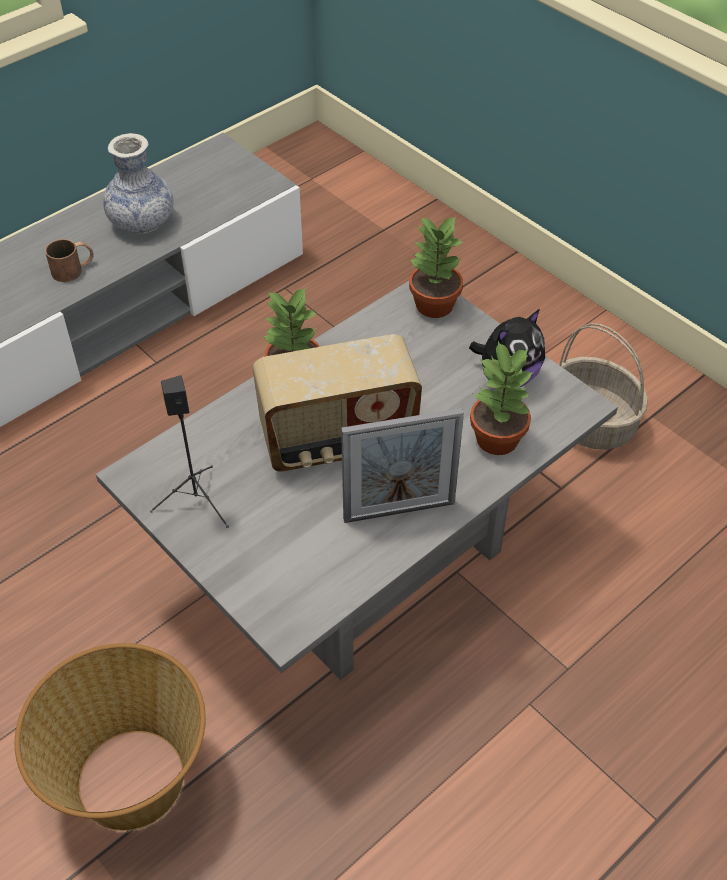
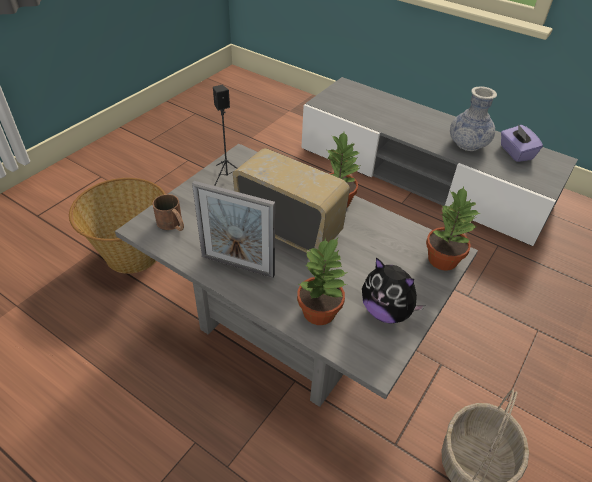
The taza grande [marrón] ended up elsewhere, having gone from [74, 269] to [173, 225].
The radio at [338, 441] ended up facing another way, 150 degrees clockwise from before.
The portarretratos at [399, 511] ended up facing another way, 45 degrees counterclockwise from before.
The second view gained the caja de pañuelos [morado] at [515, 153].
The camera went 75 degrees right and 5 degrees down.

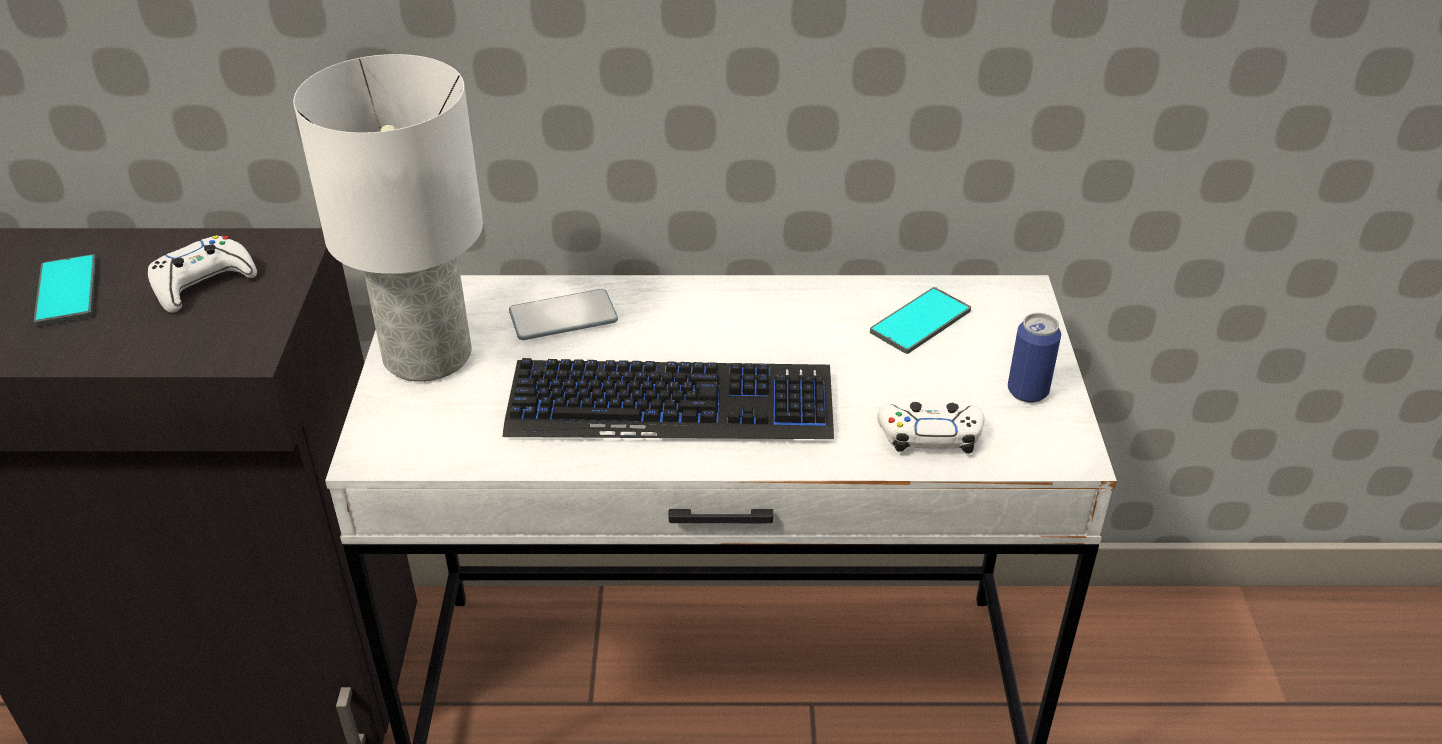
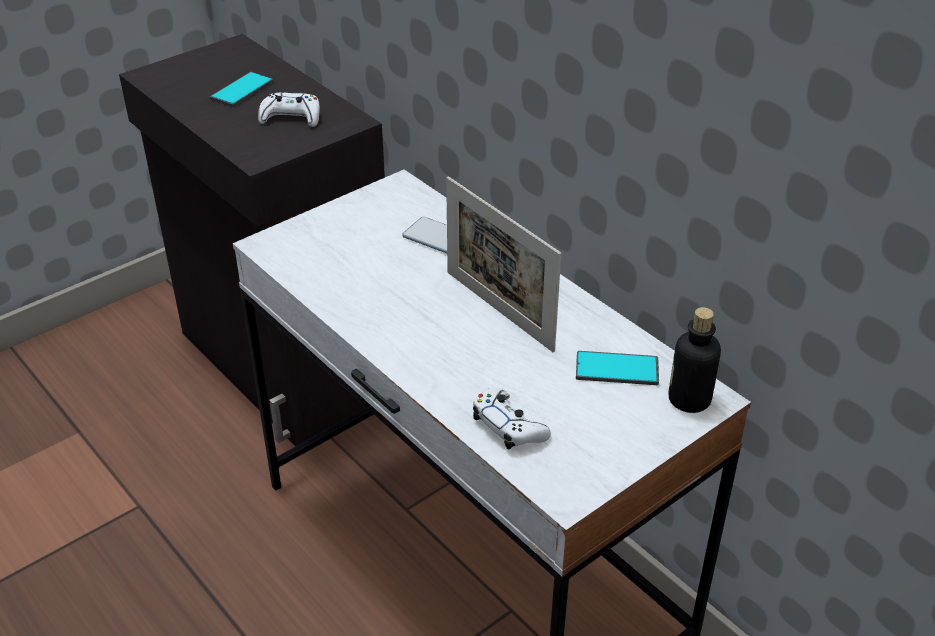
The second view lost the lámpara de mesa [blanco] at [428, 353].
The second view lost the lata at [1027, 391].
The second view lost the teclado at [671, 404].
The second view gained the portarretratos at [499, 310].
The second view gained the botella at [689, 399].
The camera went 50 degrees right and 0 degrees up.

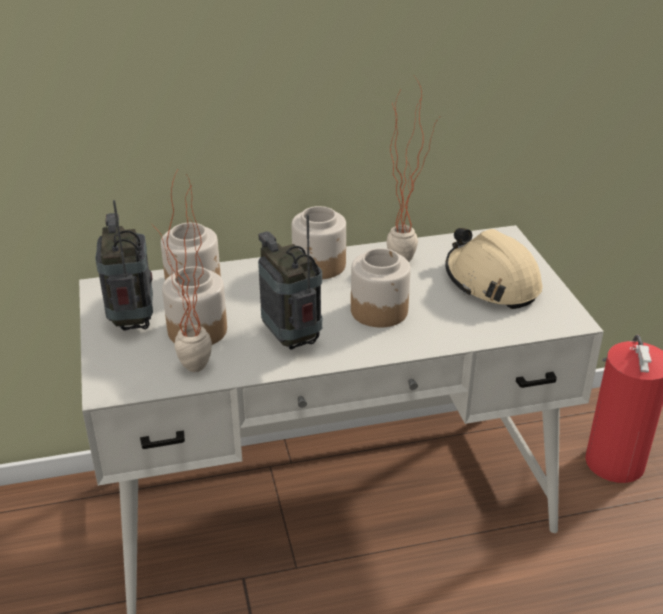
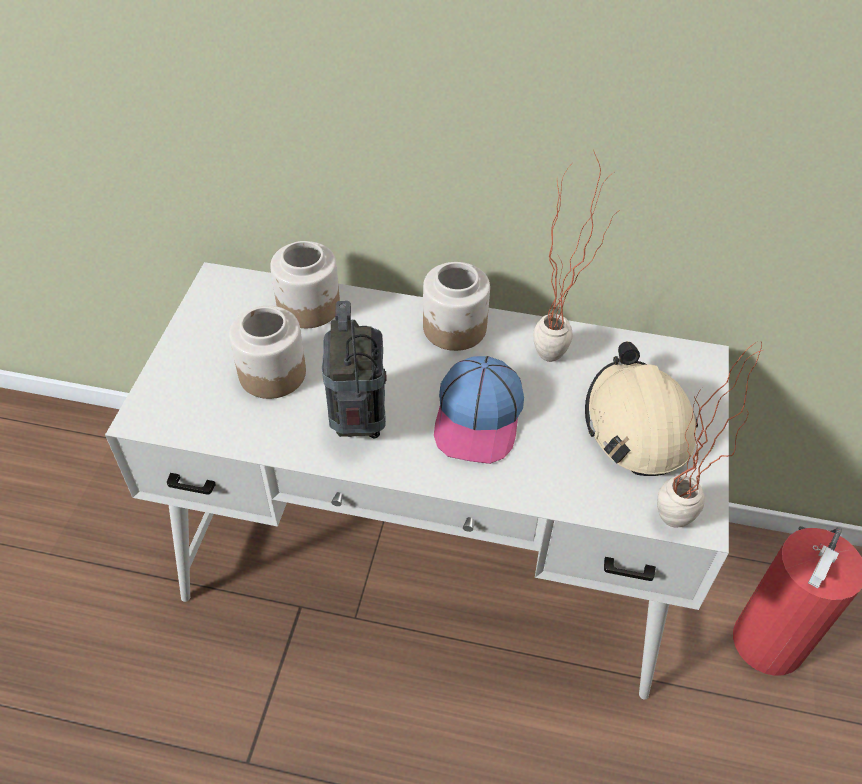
The planta en maceta ended up elsewhere, having gone from [193, 375] to [668, 529].
The second view lost the radio at [132, 321].
Where the tarro stood at [379, 310], the gorra came to stand at [478, 418].
The camera went 25 degrees right and 15 degrees up.

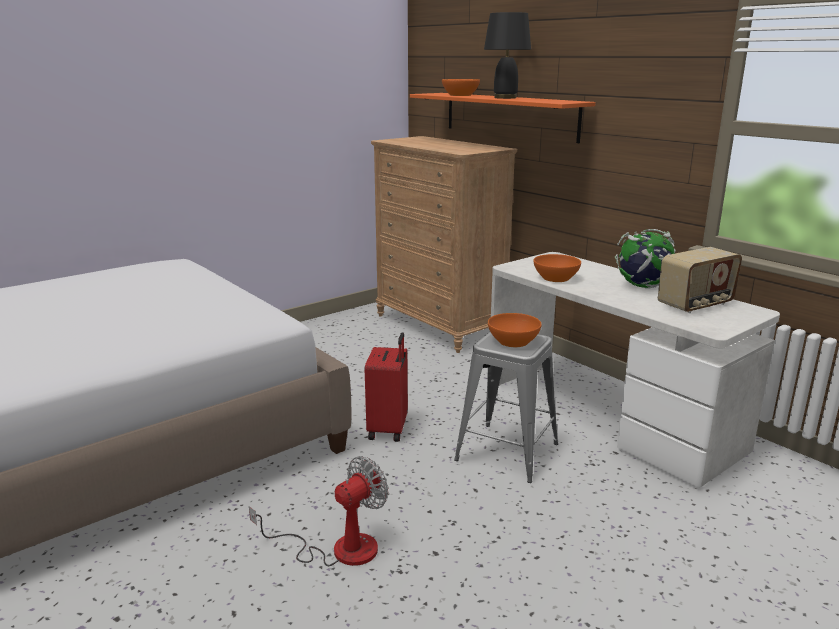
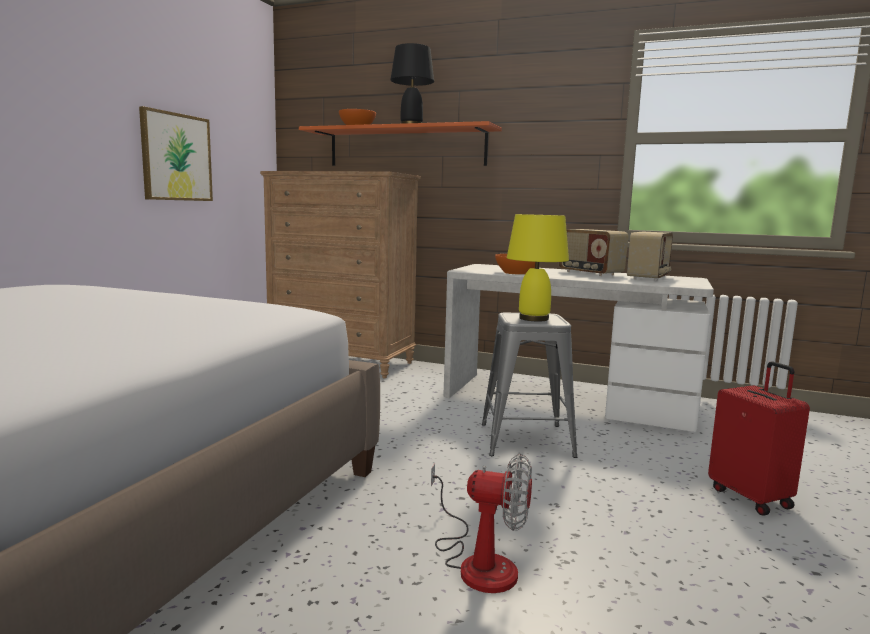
Where the globo terráqueo stood at [642, 286], the radio came to stand at [589, 273].
Where the cuenco [naranja] stood at [513, 341], the lámpara de mesa [amarillo] came to stand at [533, 318].
The maleta [rojo] ended up elsewhere, having gone from [389, 429] to [751, 497].
The ventilador at [338, 549] ended up facing another way, 90 degrees clockwise from before.
The second view gained the cuadro at [176, 157].
The camera went 30 degrees left and 10 degrees down.

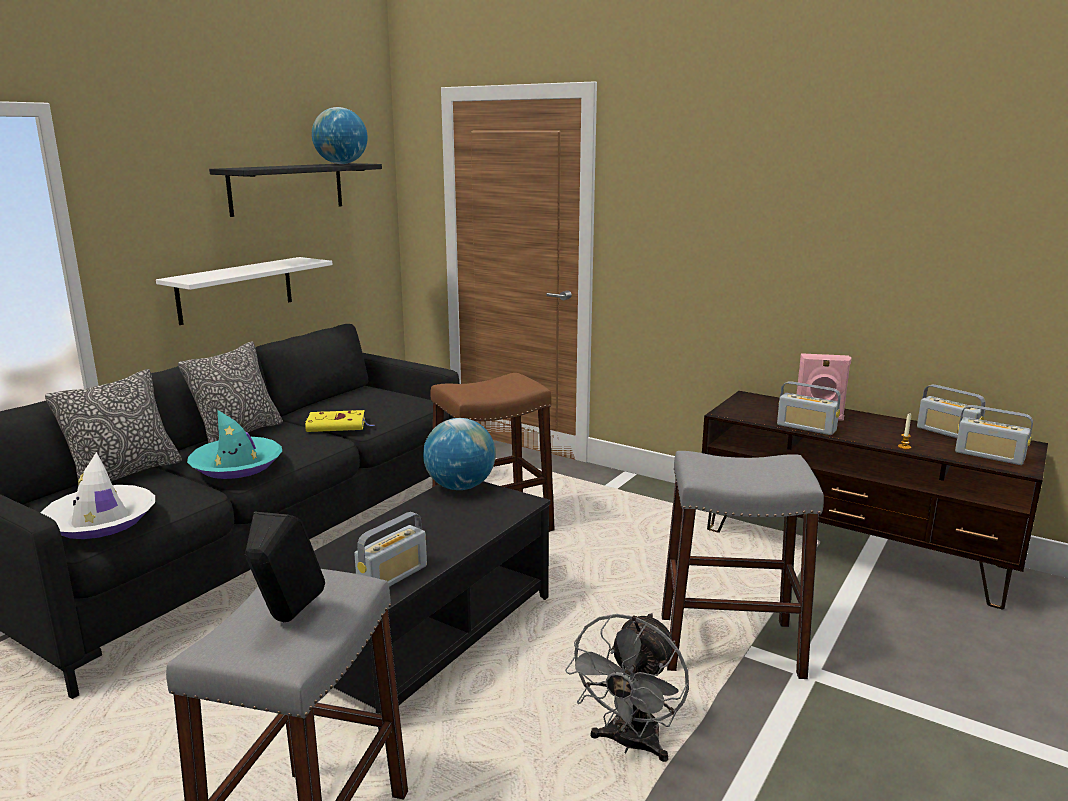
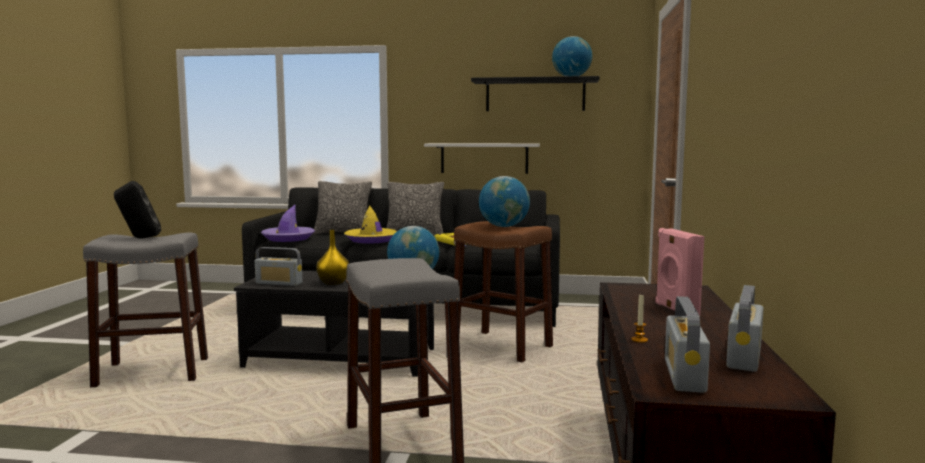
The second view lost the radio at [806, 428].
What was the sombrero [turquesa] at [237, 466] turned into the sombrero [amarillo] at [371, 240].
What was the sombrero [blanco] at [100, 521] turned into the sombrero [morado] at [288, 238].
The second view lost the ventilador [gris] at [630, 744].
The second view gained the globo terráqueo at [504, 226].
The second view gained the florero [amarillo] at [333, 283].
The camera went 65 degrees right and 10 degrees down.

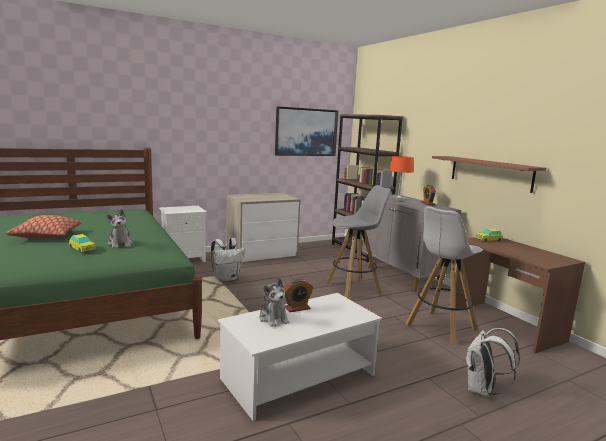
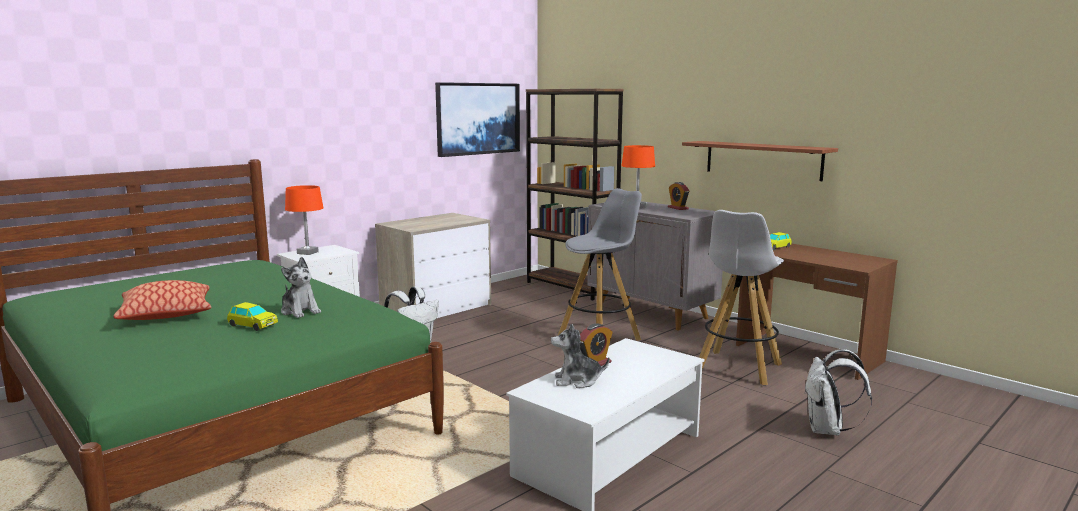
The peluche at [273, 319] ended up facing another way, 135 degrees clockwise from before.
The second view gained the lámpara de mesa [naranja] at [308, 253].
The camera went 15 degrees left and 0 degrees up.

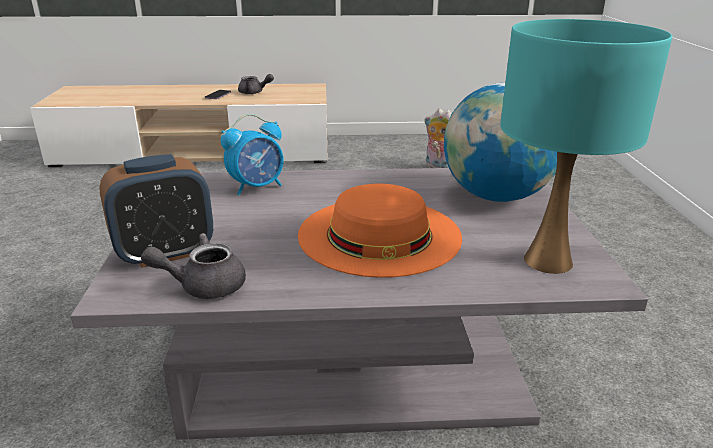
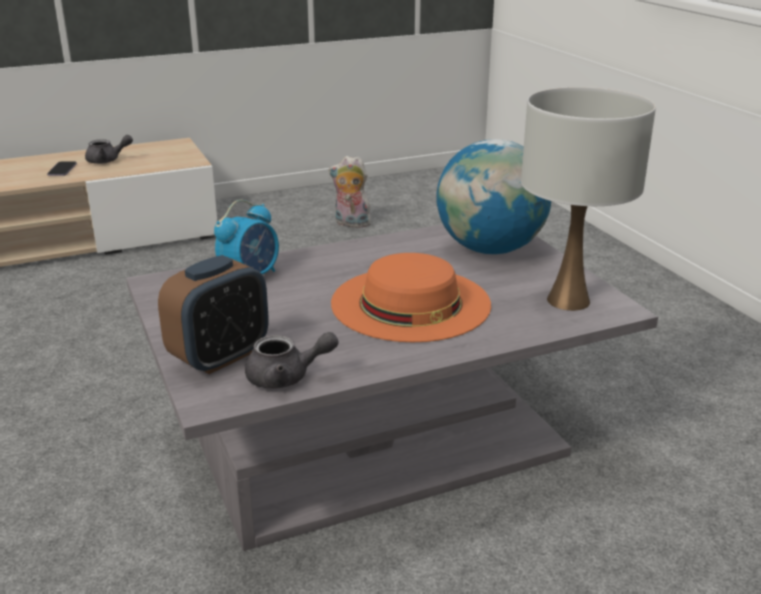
What was the lámpara de mesa [turquesa] at [549, 261] turned into the lámpara de mesa [blanco] at [569, 300].
The tetera [gris] at [203, 285] ended up facing another way, 150 degrees counterclockwise from before.
The camera went 20 degrees left and 0 degrees up.

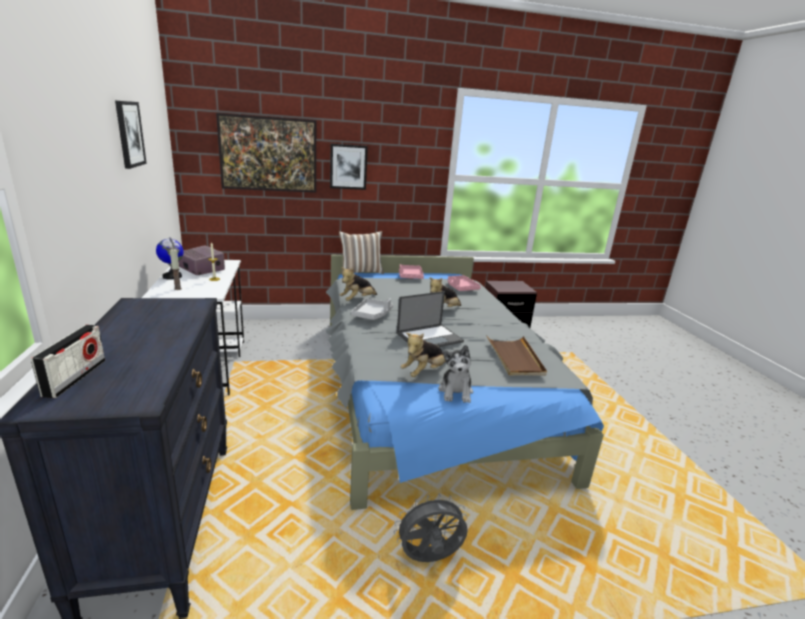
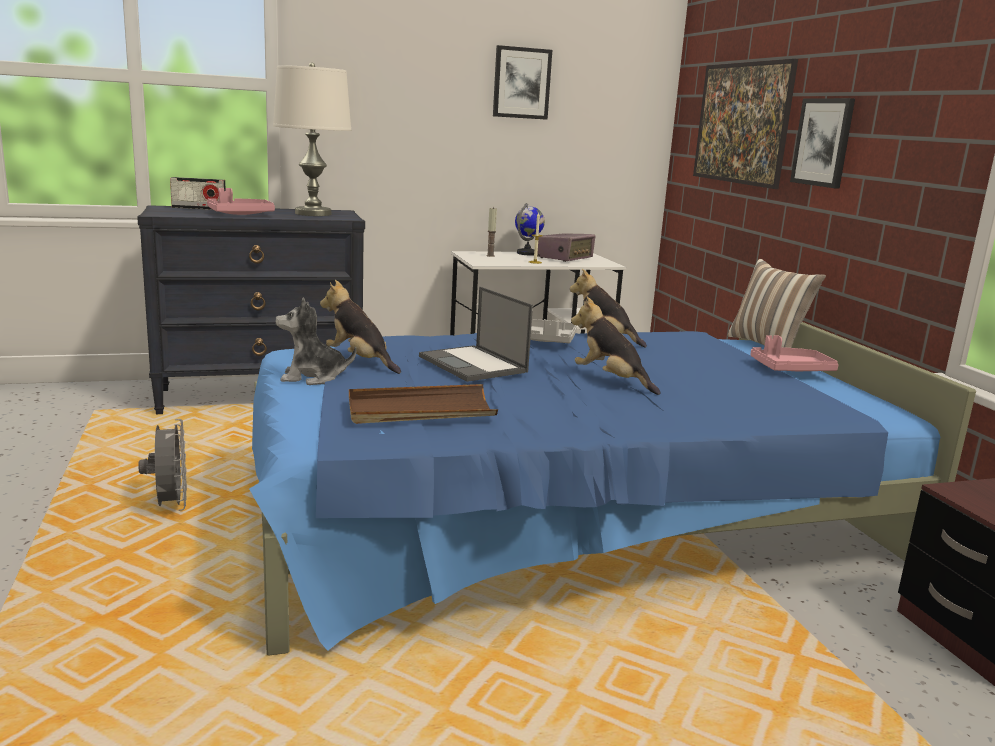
What was the cama [gris] at [427, 387] turned into the cama [azul] at [560, 516].
The bandeja [rosa] ended up elsewhere, having gone from [461, 288] to [240, 214].
The second view gained the lámpara de mesa [blanco] at [313, 213].
The camera went 85 degrees right and 5 degrees down.

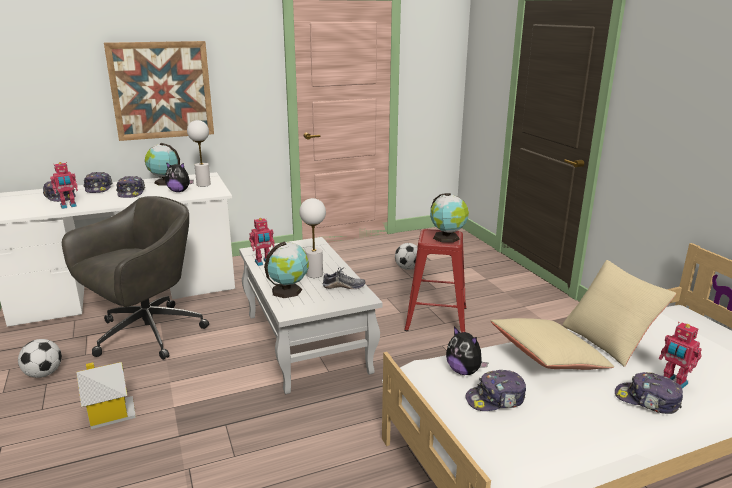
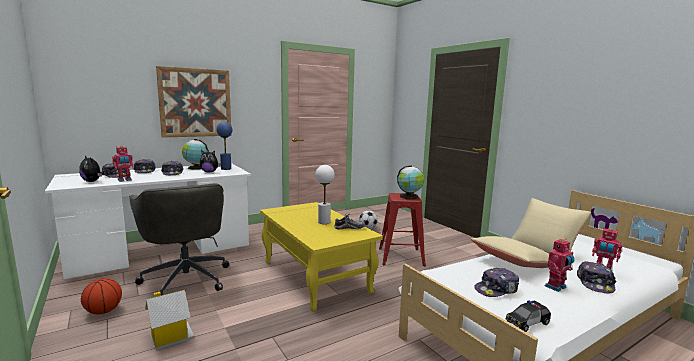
What was the lámpara de mesa [blanco] at [203, 184] turned into the lámpara de mesa [azul] at [226, 169].
The silla de oficina [gris] at [145, 334] ended up facing another way, 120 degrees clockwise from before.
The robot de juguete ended up elsewhere, having gone from [263, 263] to [556, 287].
What was the mesa de centro [blanco] at [306, 342] turned into the mesa de centro [amarillo] at [314, 276].
The second view lost the globo terráqueo at [288, 290].
The peluche ended up elsewhere, having gone from [464, 371] to [92, 181].
Where the balón de fútbol stood at [44, 374], the balón de baloncesto came to stand at [103, 311].
The gorra at [647, 400] ended up facing another way, 90 degrees counterclockwise from before.
The second view gained the coche de juguete at [527, 323].
The camera went 10 degrees left and 10 degrees down.

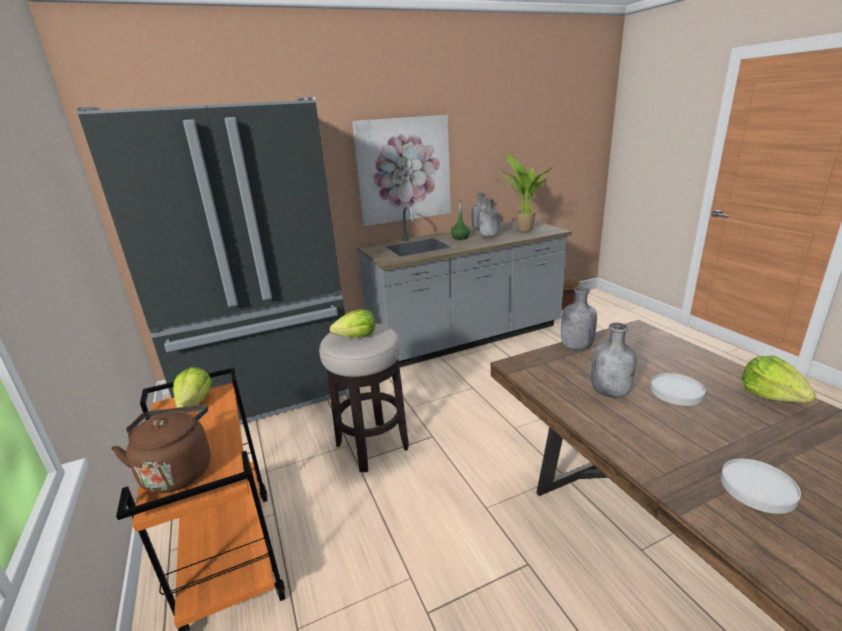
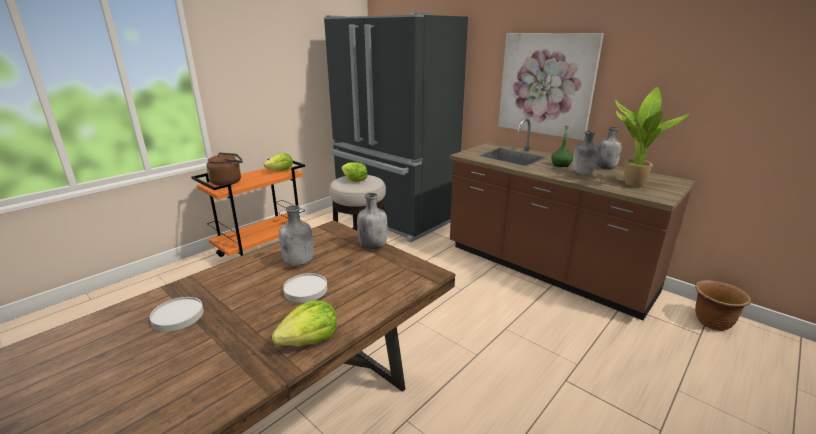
What was the mueble bajo de cocina [gris] at [466, 338] turned into the mueble bajo de cocina [marrón] at [545, 270].
The camera went 65 degrees right and 0 degrees up.

